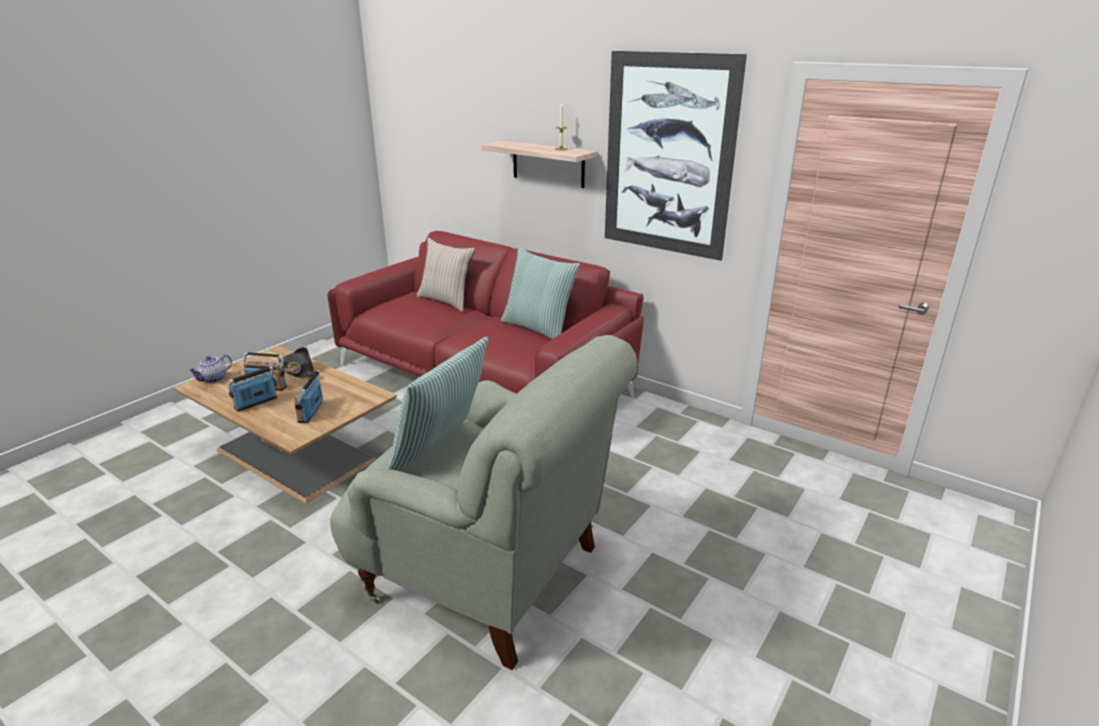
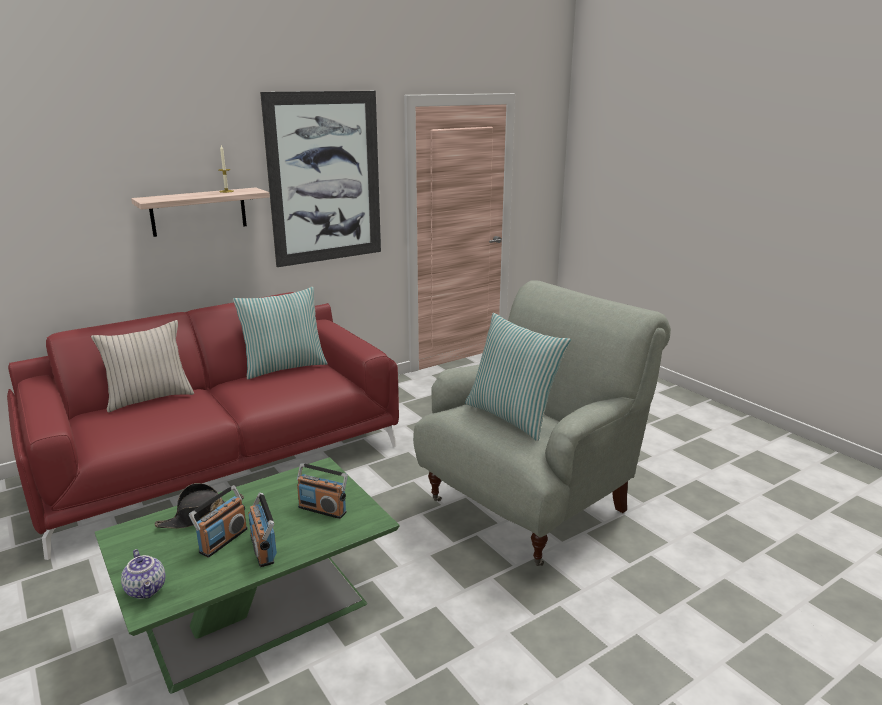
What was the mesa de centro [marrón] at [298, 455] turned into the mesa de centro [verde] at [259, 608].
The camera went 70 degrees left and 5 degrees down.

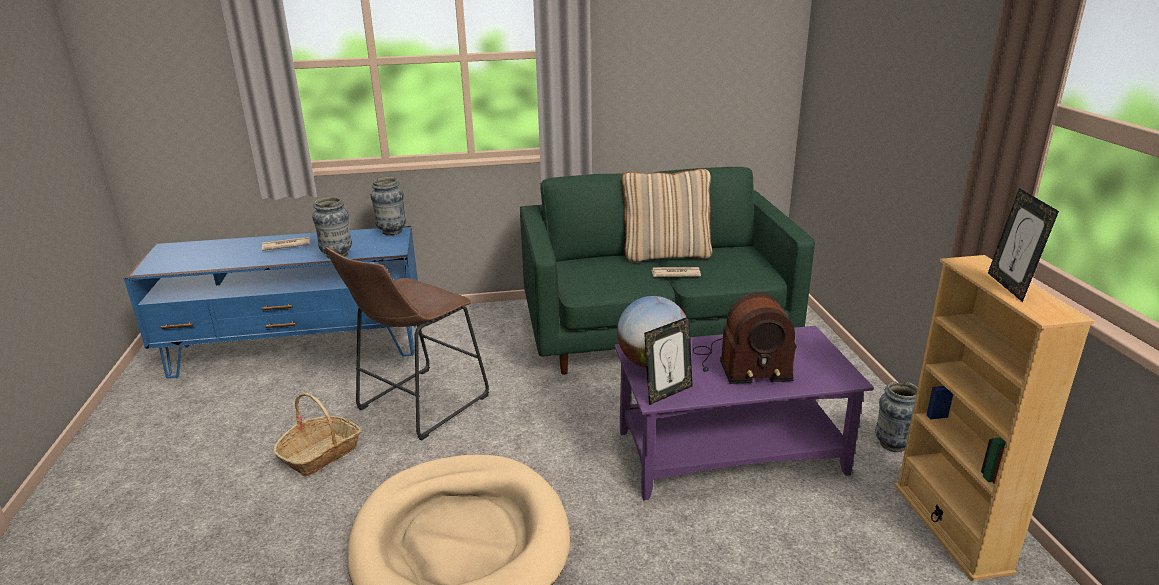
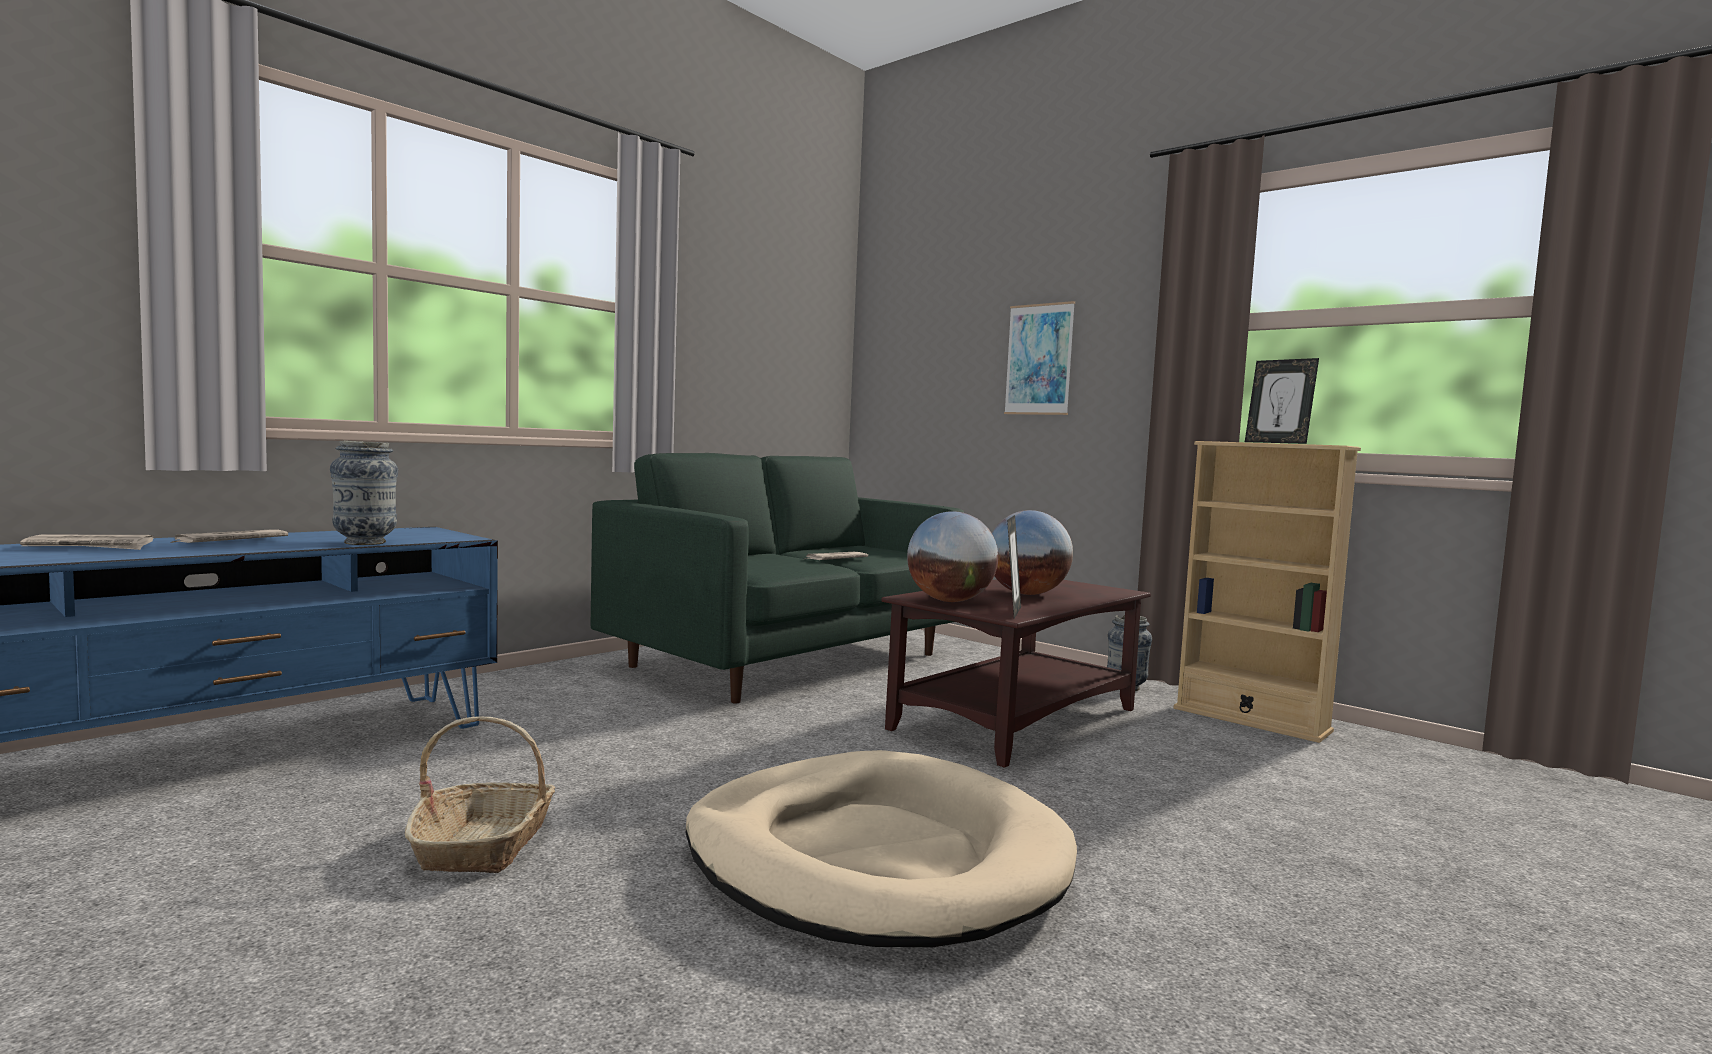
The second view lost the cojín [beis] at [666, 254].
The second view lost the florero at [392, 232].
The second view lost the taburete [marrón] at [417, 405].
Where the radio stood at [740, 364], the globo terráqueo came to stand at [1027, 594].
What was the mesa de centro [morado] at [731, 451] turned into the mesa de centro [marrón] at [1016, 718].
The second view gained the cuadro at [1039, 359].
The second view gained the periódico at [90, 547].
The camera went 40 degrees left and 20 degrees down.

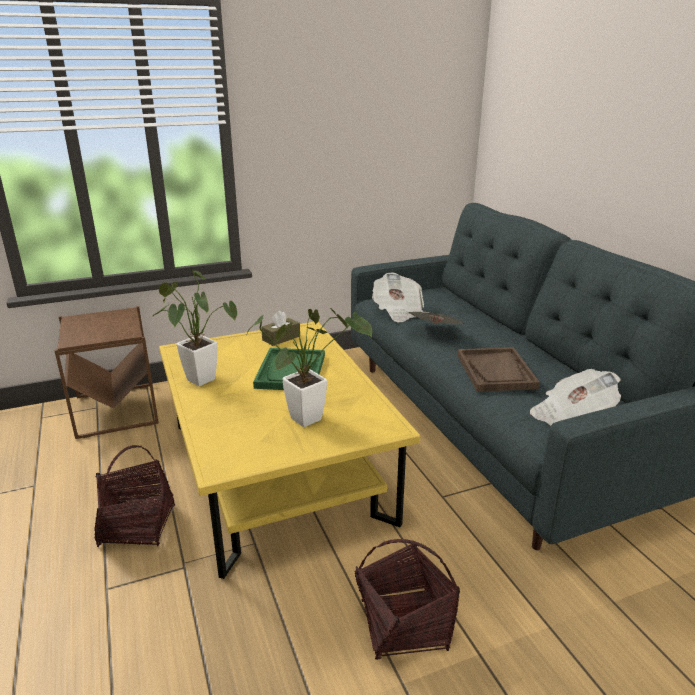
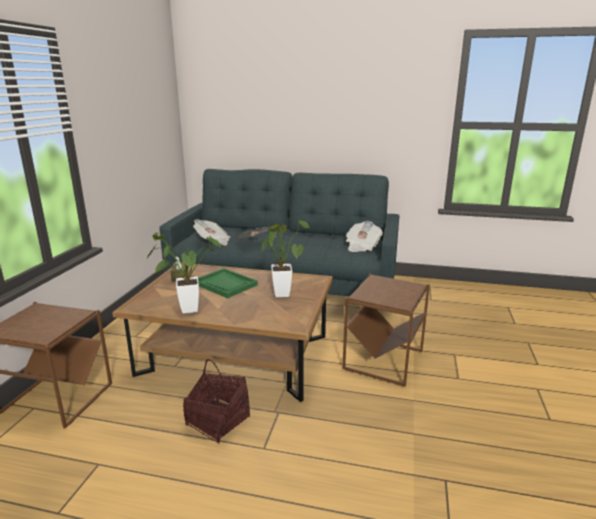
What was the mesa de centro [amarillo] at [278, 471] turned into the mesa de centro [marrón] at [235, 355].
The second view lost the bandeja [marrón] at [496, 371].
Where the cesta stood at [404, 625], the mesa auxiliar [marrón] came to stand at [384, 360].
The camera went 55 degrees left and 5 degrees down.

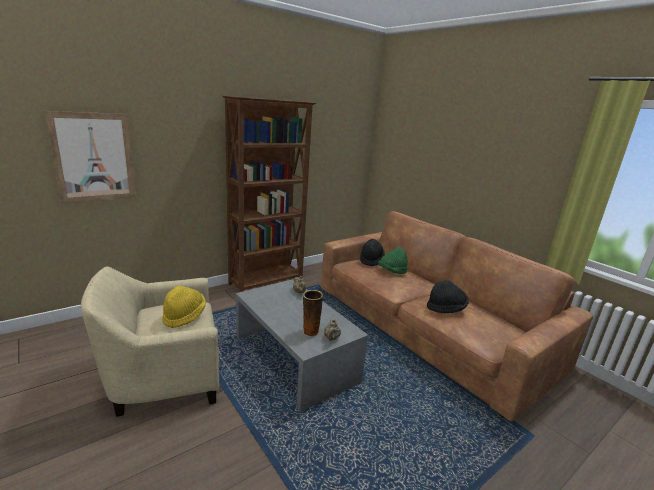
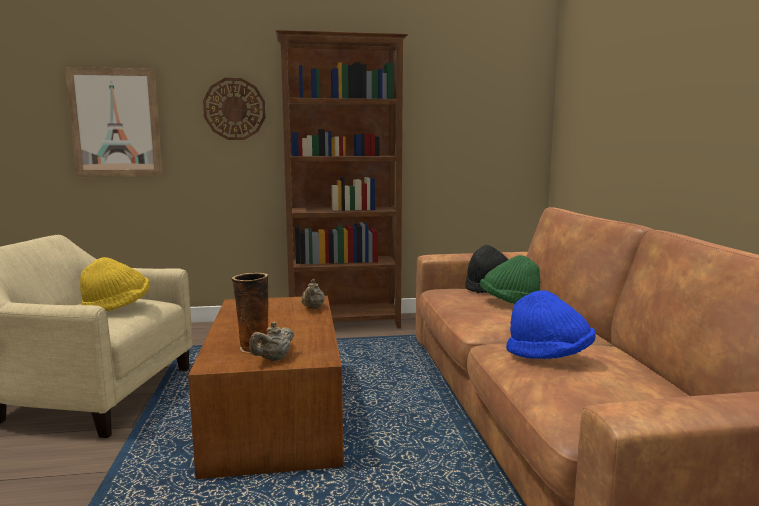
What was the mesa de centro [gris] at [295, 357] turned into the mesa de centro [marrón] at [277, 412].
What was the sombrero [negro] at [446, 309] turned into the sombrero [azul] at [549, 356].
The second view gained the reloj de pared at [234, 109].
The camera went 30 degrees right and 10 degrees down.

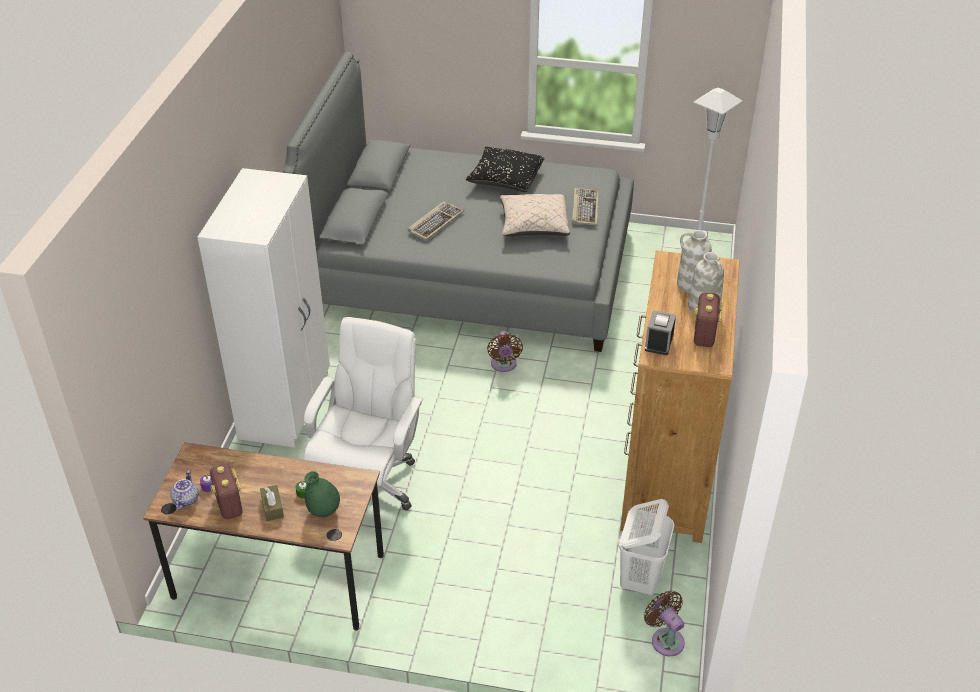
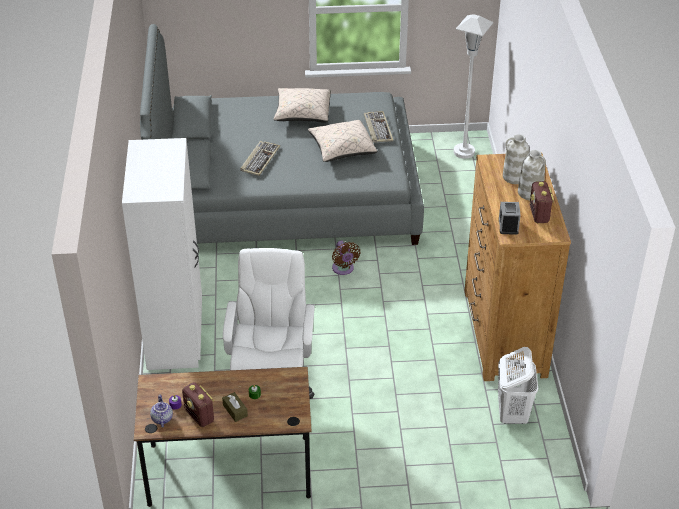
What was the cojín [negro] at [505, 180] turned into the cojín [beis] at [302, 114].
The second view lost the florero [verde] at [324, 511].
The second view lost the ventilador [marrón] at [665, 639].
The camera went 15 degrees left and 0 degrees up.

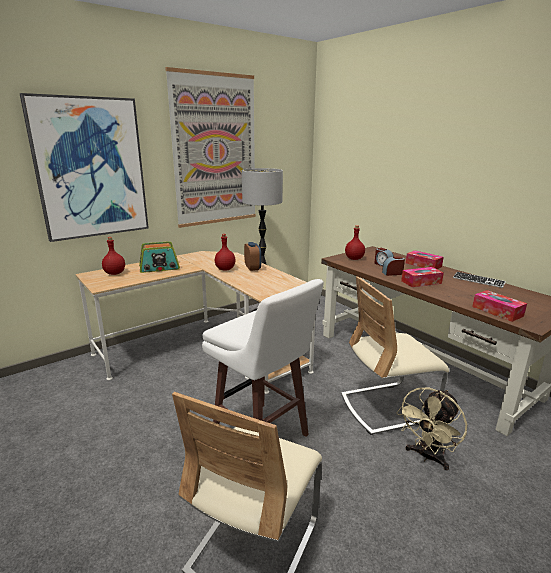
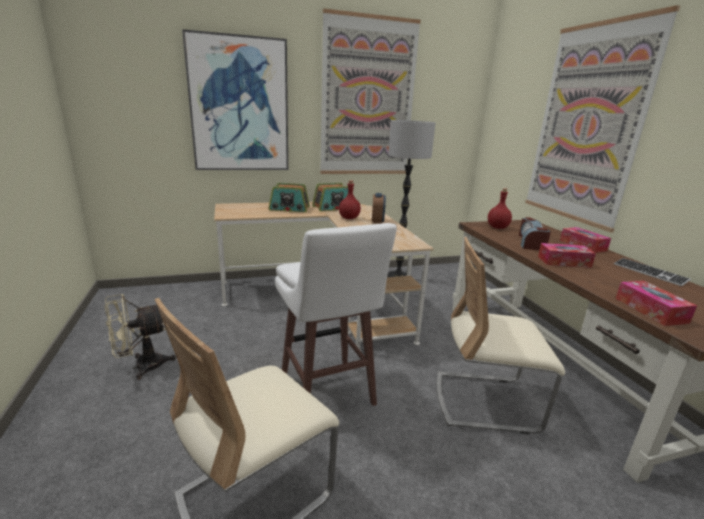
The second view lost the botella [rojo] at [115, 273].
The ventilador [beis] ended up elsewhere, having gone from [427, 457] to [141, 366].
The second view gained the cuadro at [587, 125].
The second view gained the radio at [332, 207].
The camera went 20 degrees right and 0 degrees up.

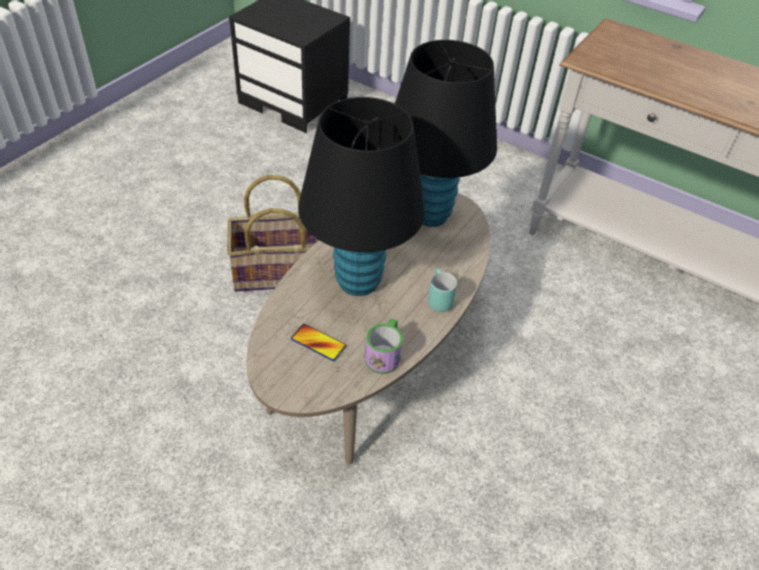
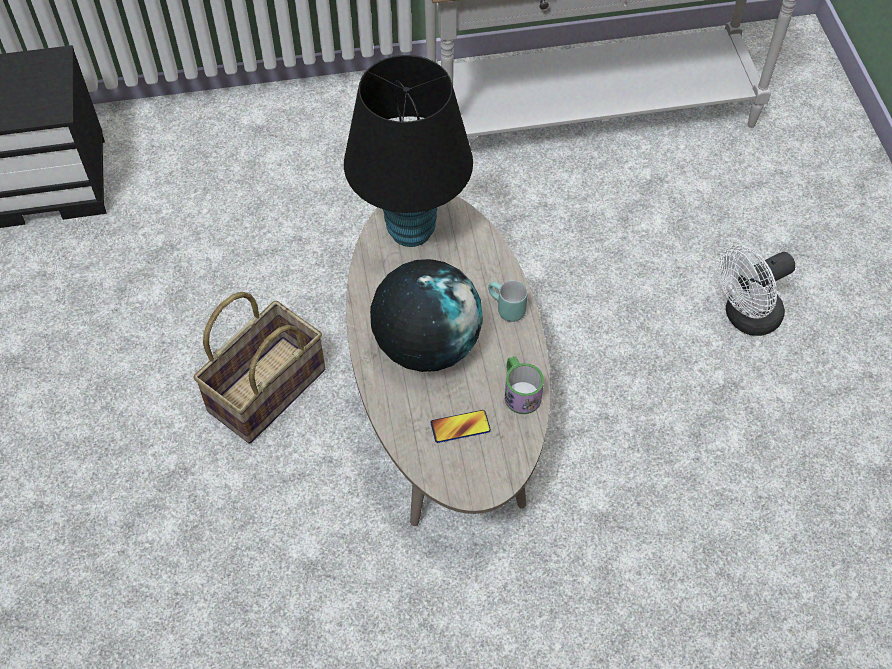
Where the lámpara de mesa [negro] stood at [358, 281], the globo terráqueo came to stand at [426, 345].
The second view gained the ventilador [blanco] at [745, 318].
The camera went 40 degrees left and 10 degrees up.

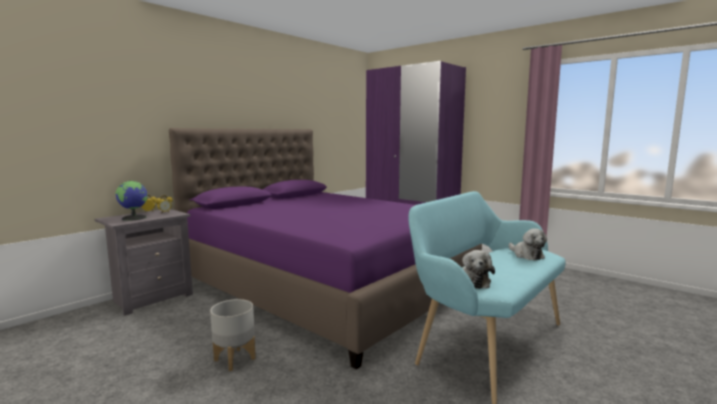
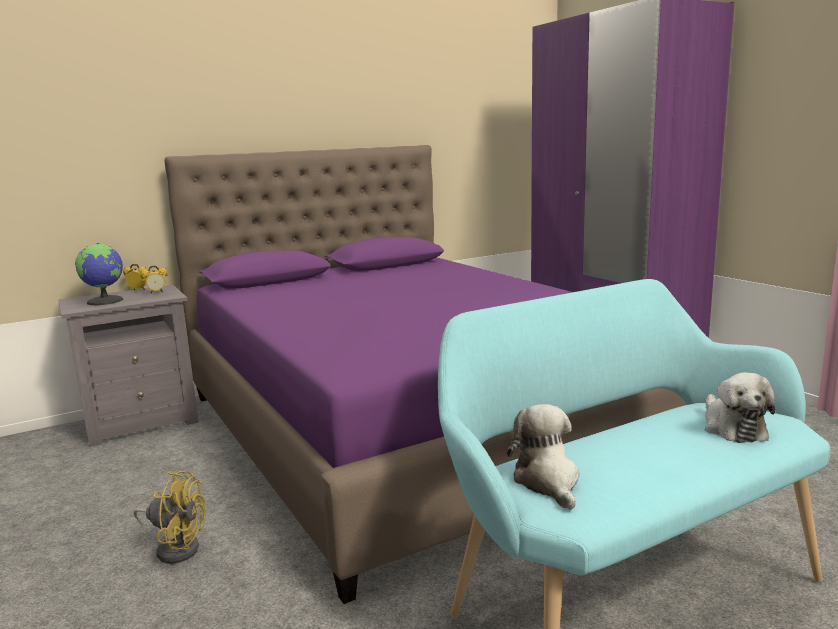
The peluche at [473, 281] ended up facing another way, 150 degrees clockwise from before.
Where the maceta [gris] stood at [234, 359], the ventilador [amarillo] came to stand at [176, 547].
The camera went 20 degrees right and 5 degrees up.

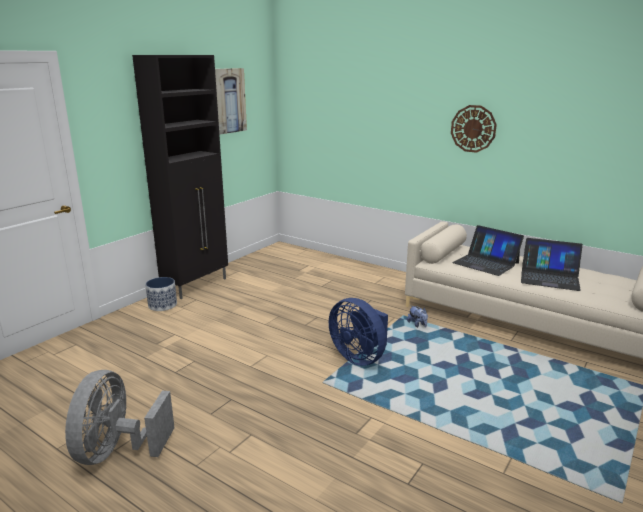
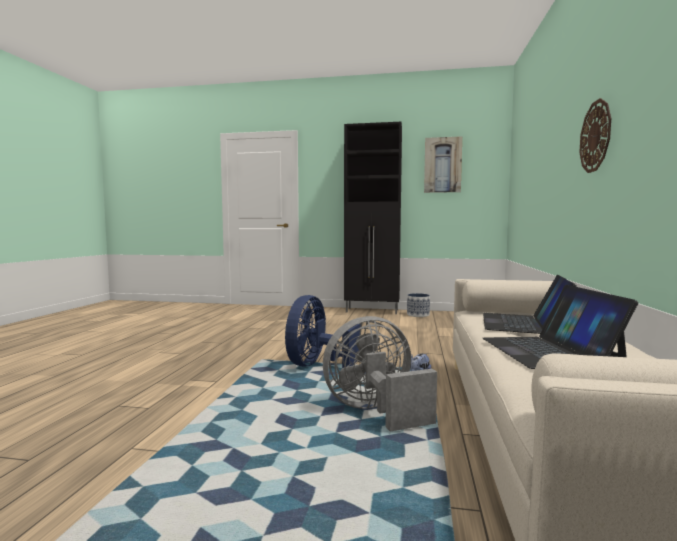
The maceta ended up elsewhere, having gone from [163, 305] to [418, 315].
The ventilador [gris] ended up elsewhere, having gone from [117, 451] to [375, 411].
The camera went 65 degrees right and 15 degrees down.

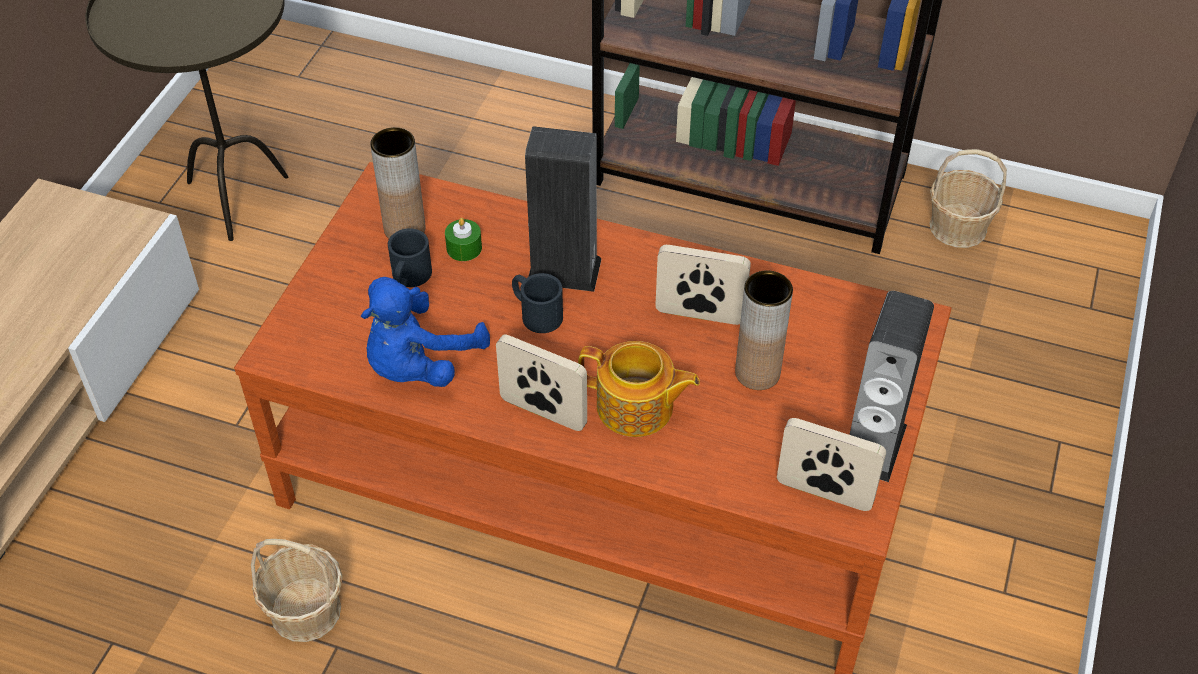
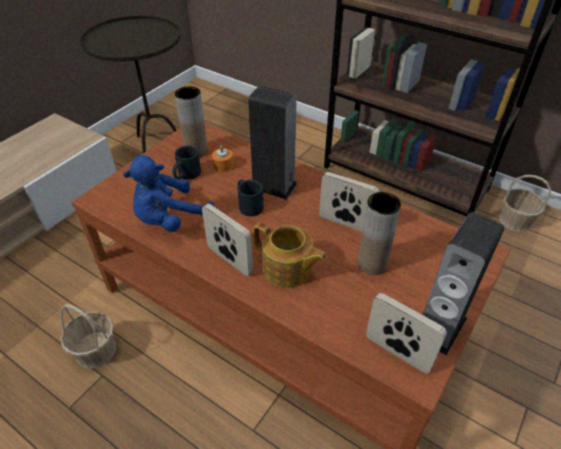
What was the vela [verde] at [464, 248] turned into the vela [naranja] at [223, 165].
The camera went 15 degrees right and 5 degrees down.

